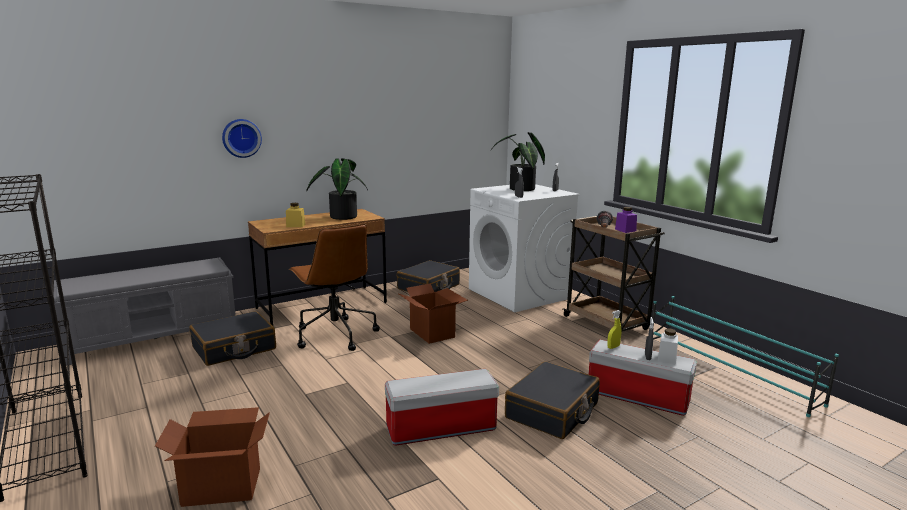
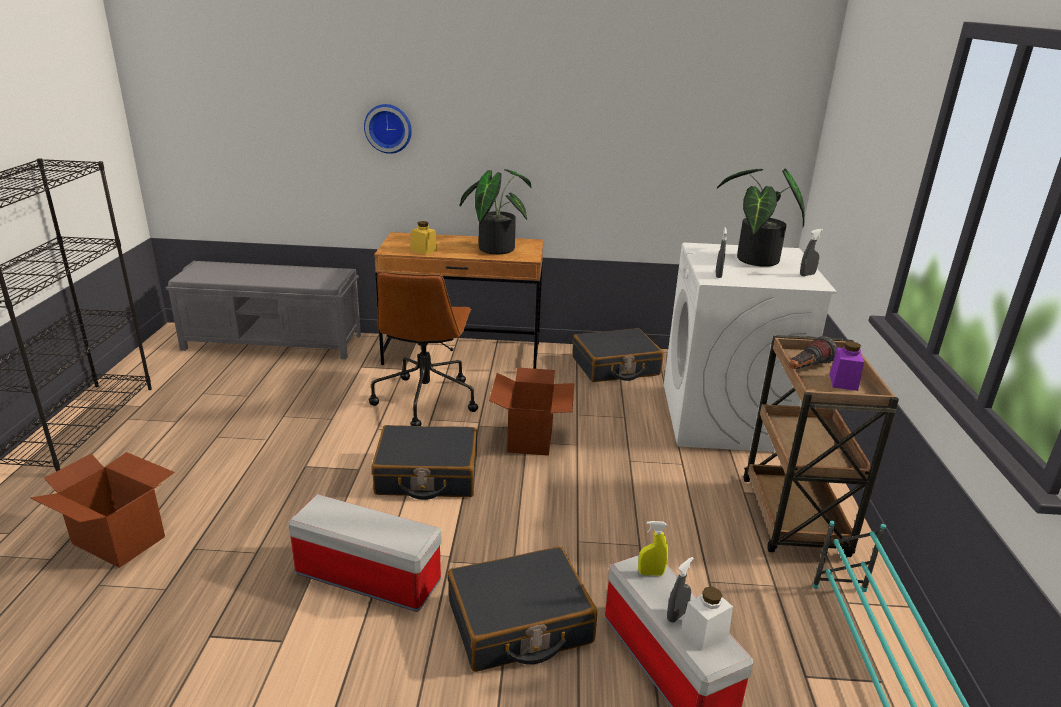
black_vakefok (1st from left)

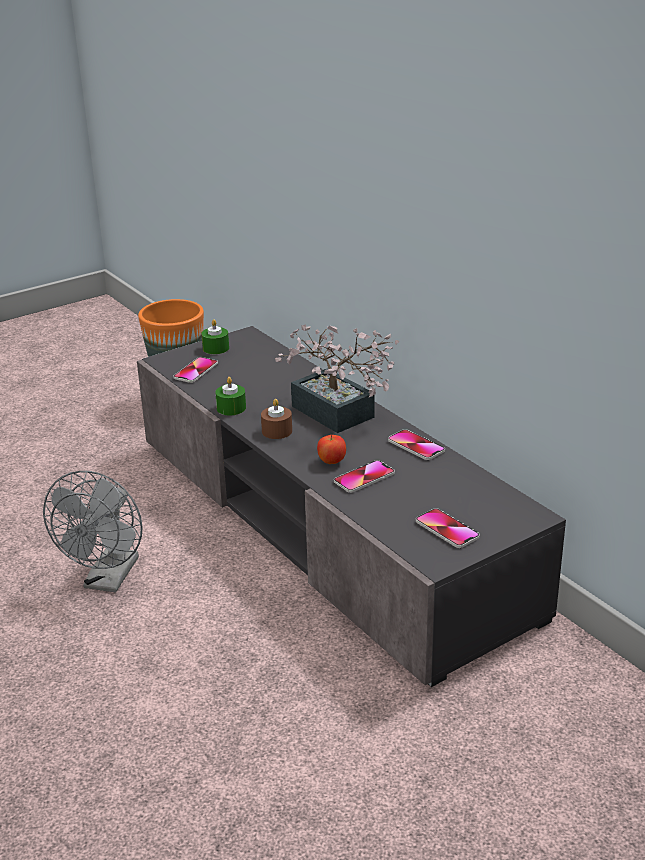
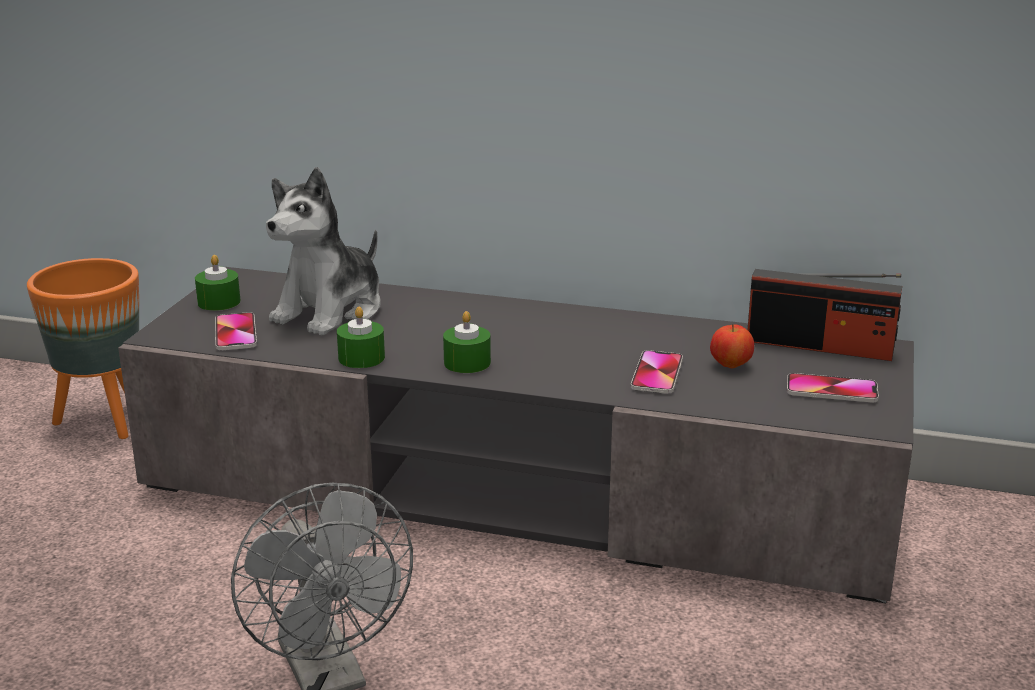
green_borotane (3rd from left); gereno; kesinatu; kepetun (3rd from left in the first image); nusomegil; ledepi

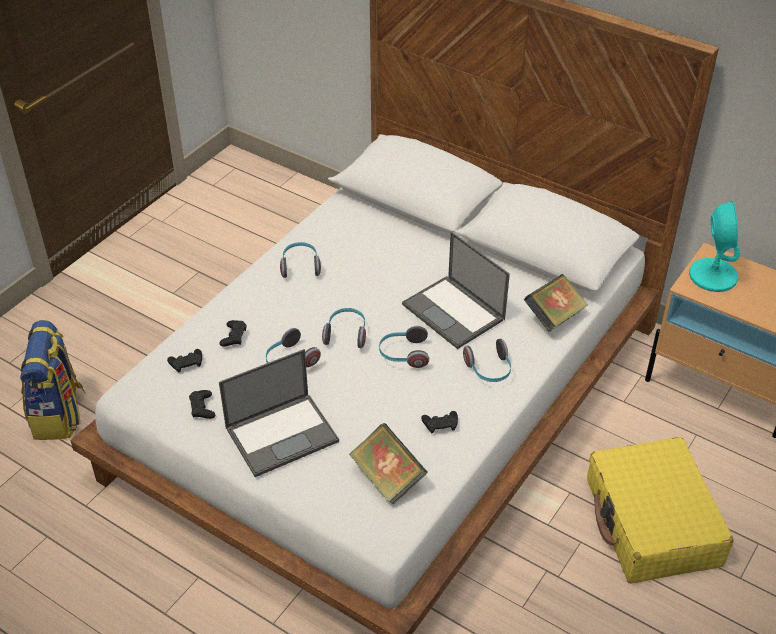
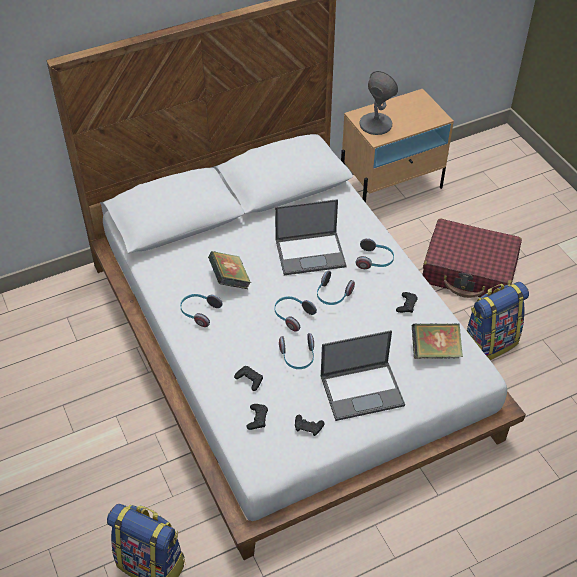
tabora (2nd from left); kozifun (1st from left); red_vakefok; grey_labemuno; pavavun (2nd from left)

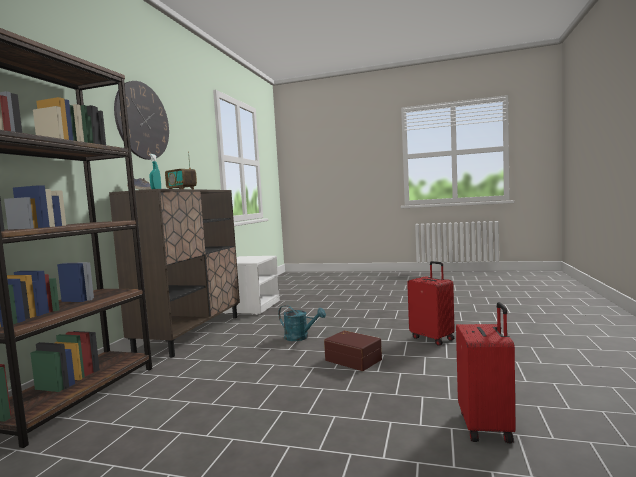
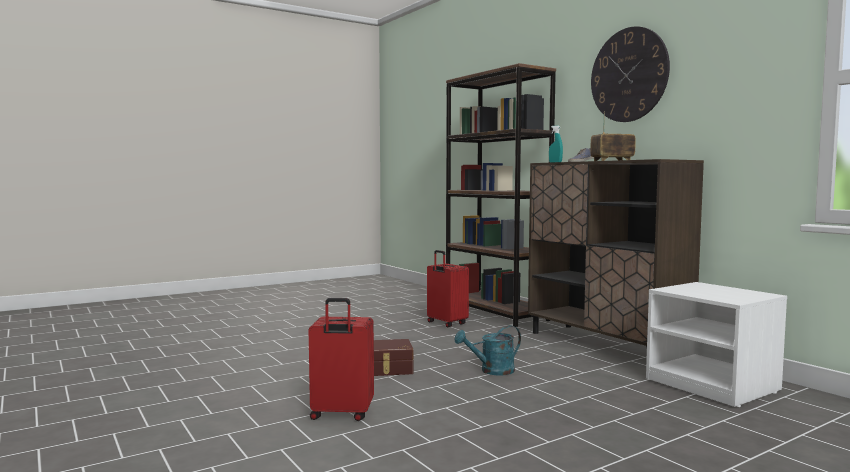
red_vakefok (2nd from left)

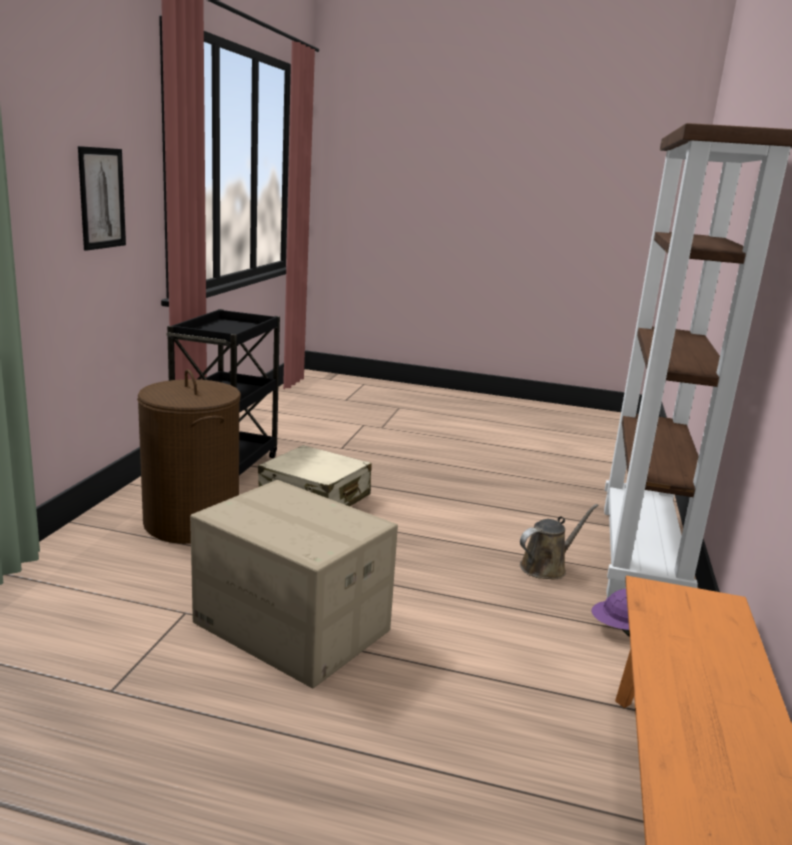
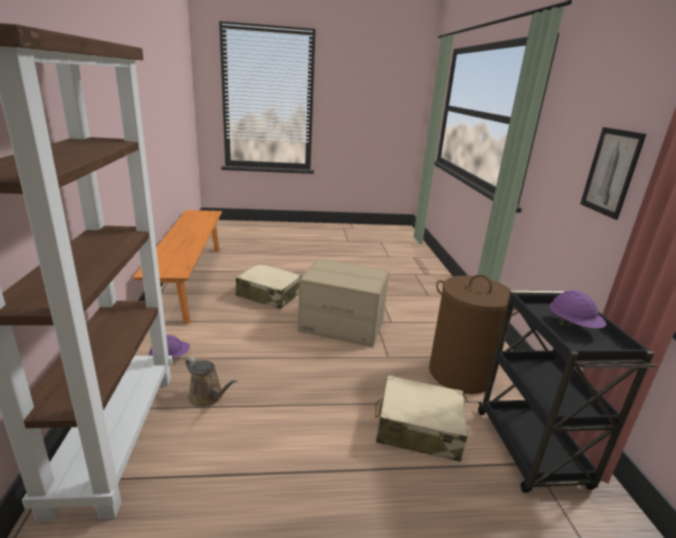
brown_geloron; beige_vakefok (1st from left); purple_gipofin (2nd from left)

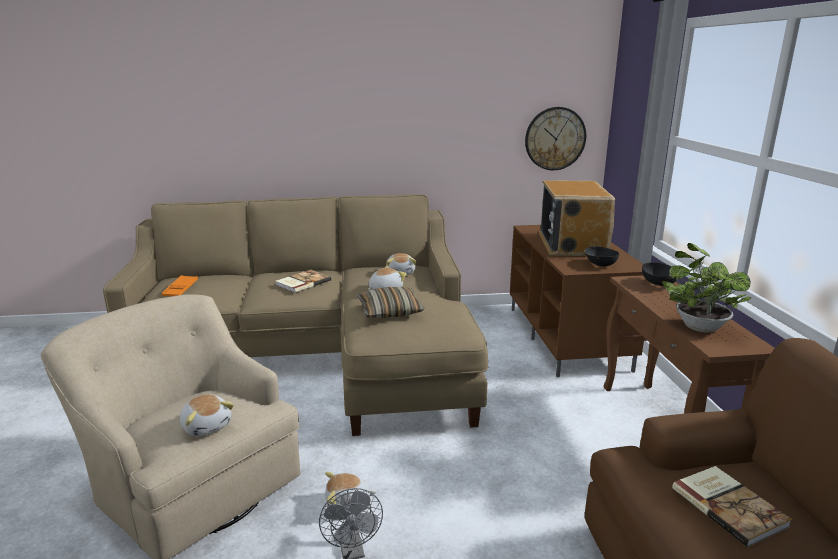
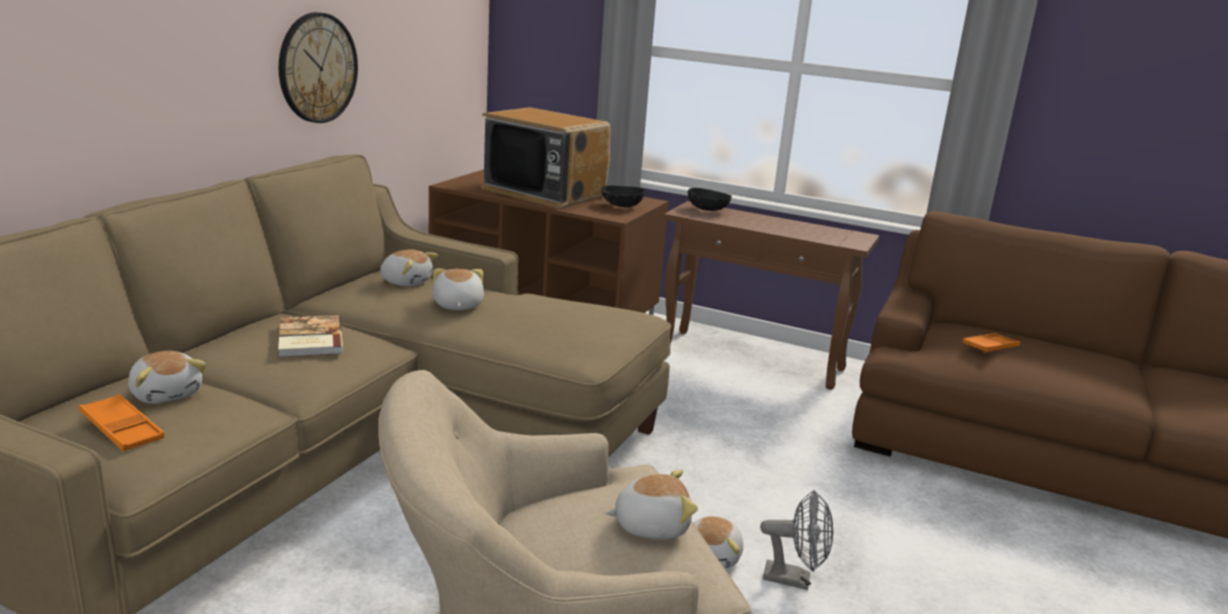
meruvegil; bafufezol; gereno; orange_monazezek (2nd from left); nusomegil (1st from left)

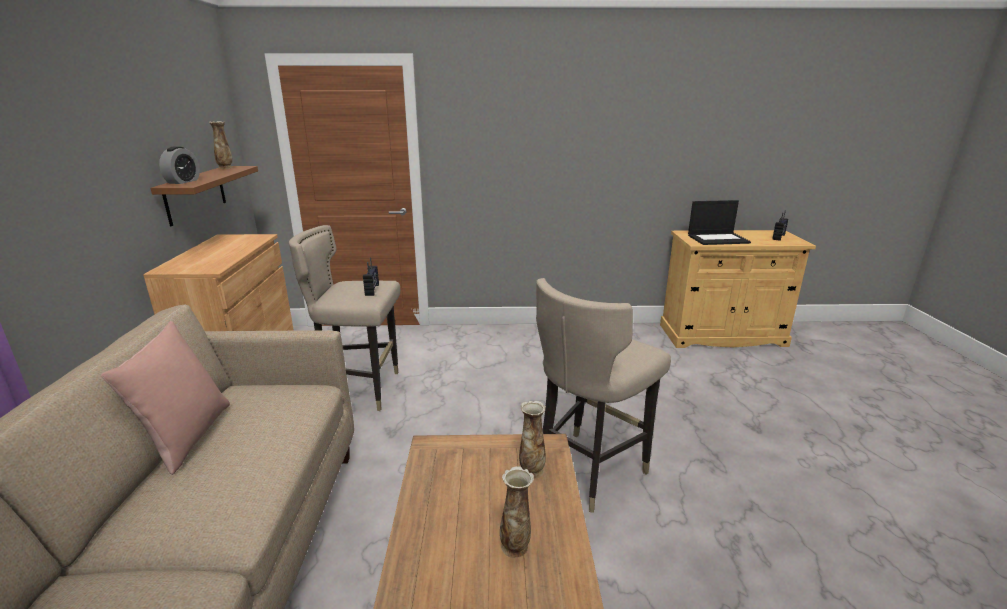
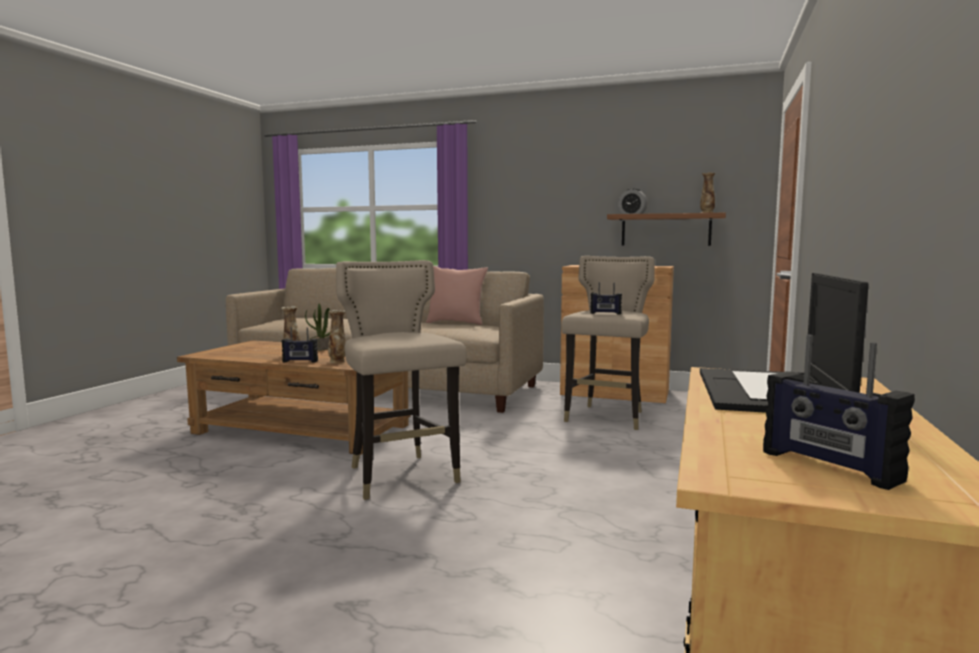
ledepi (1st from left); gereno

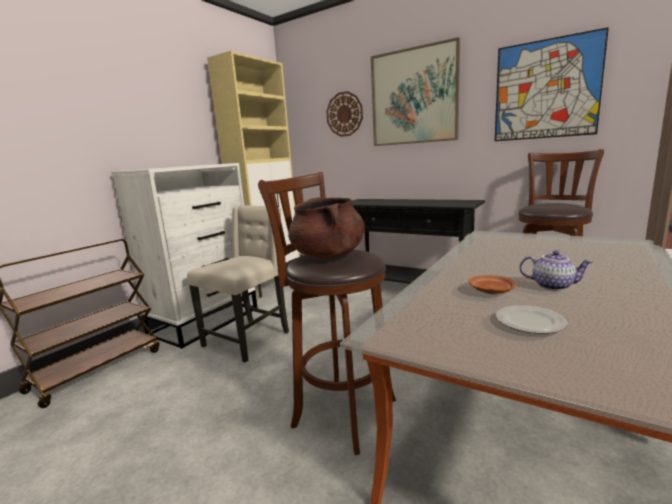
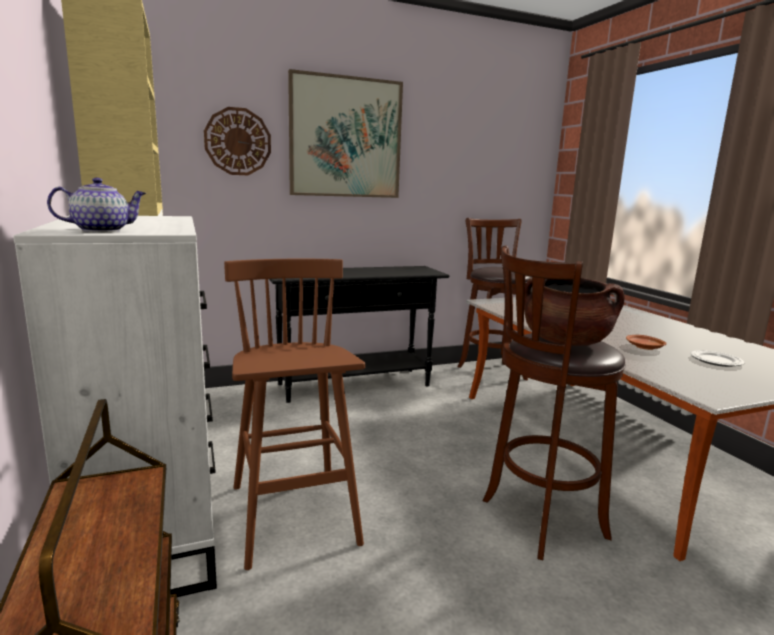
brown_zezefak (1st from left); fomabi (2nd from left in the first image); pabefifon

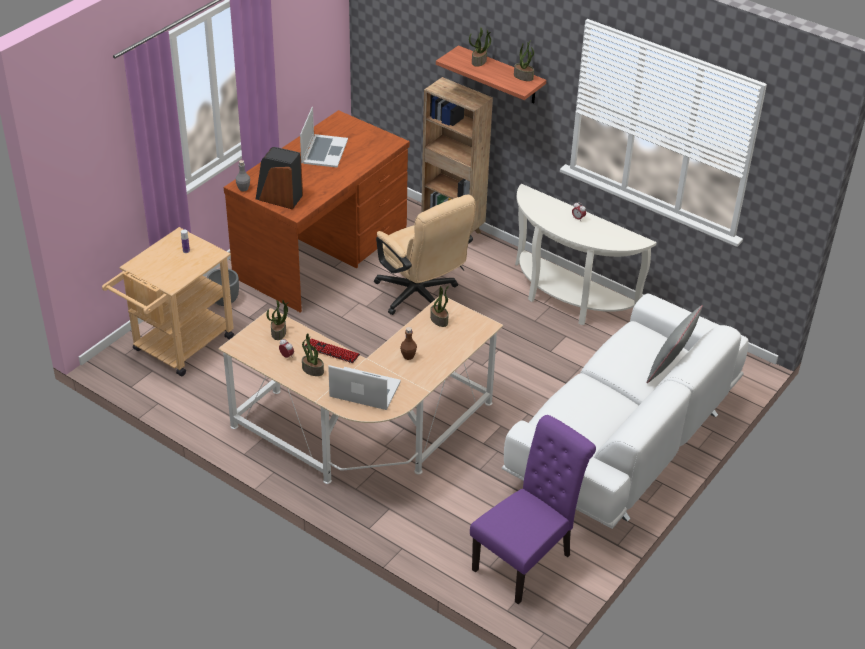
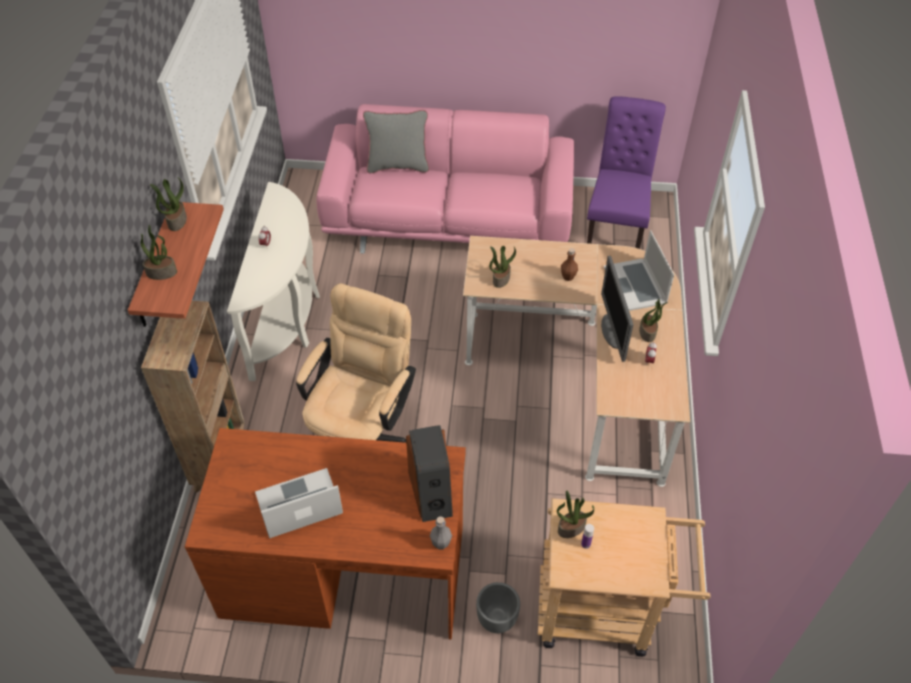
gereno (4th from left); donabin; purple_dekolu; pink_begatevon

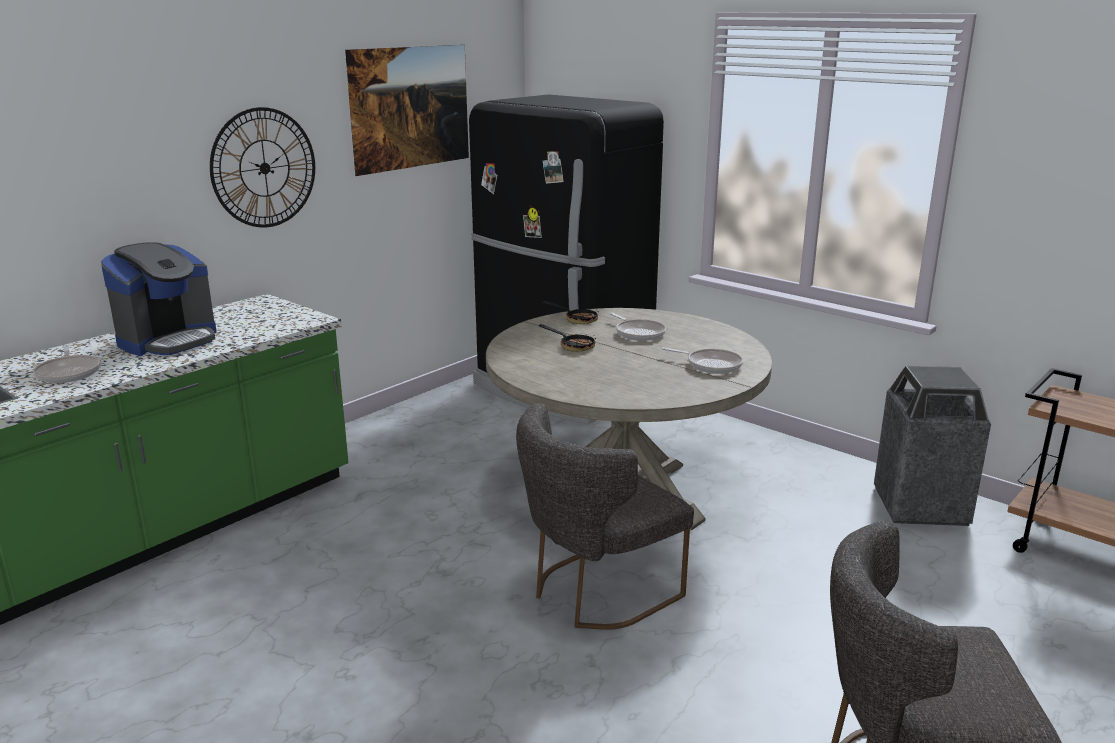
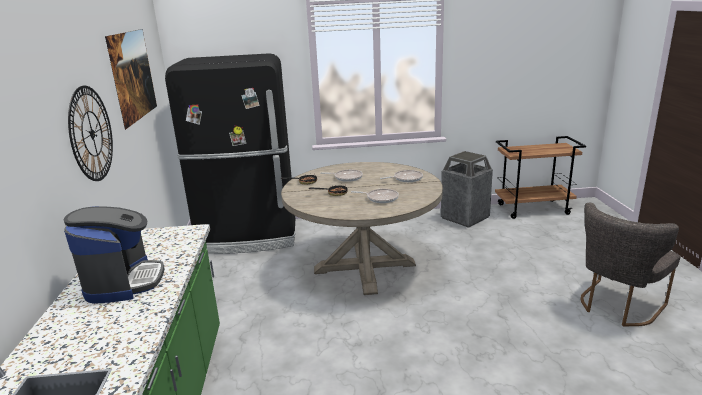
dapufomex (4th from left); grey_dekolu (1st from left in the first image)

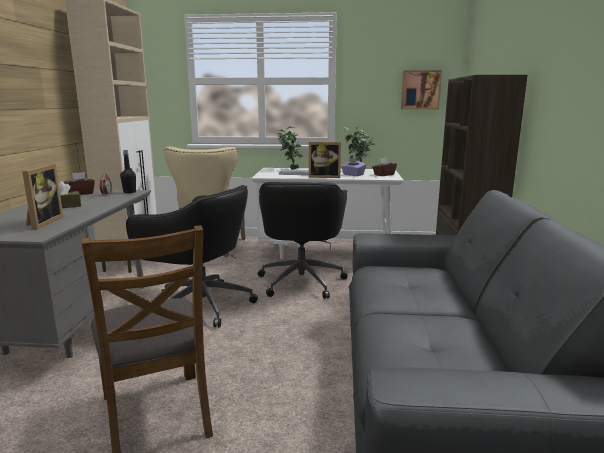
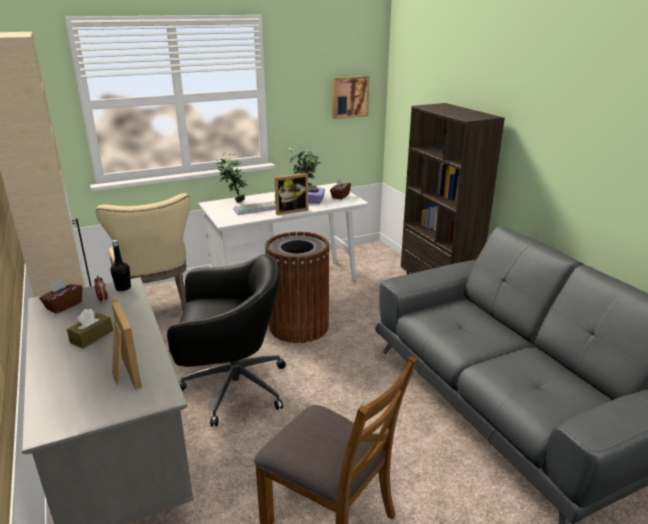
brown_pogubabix

